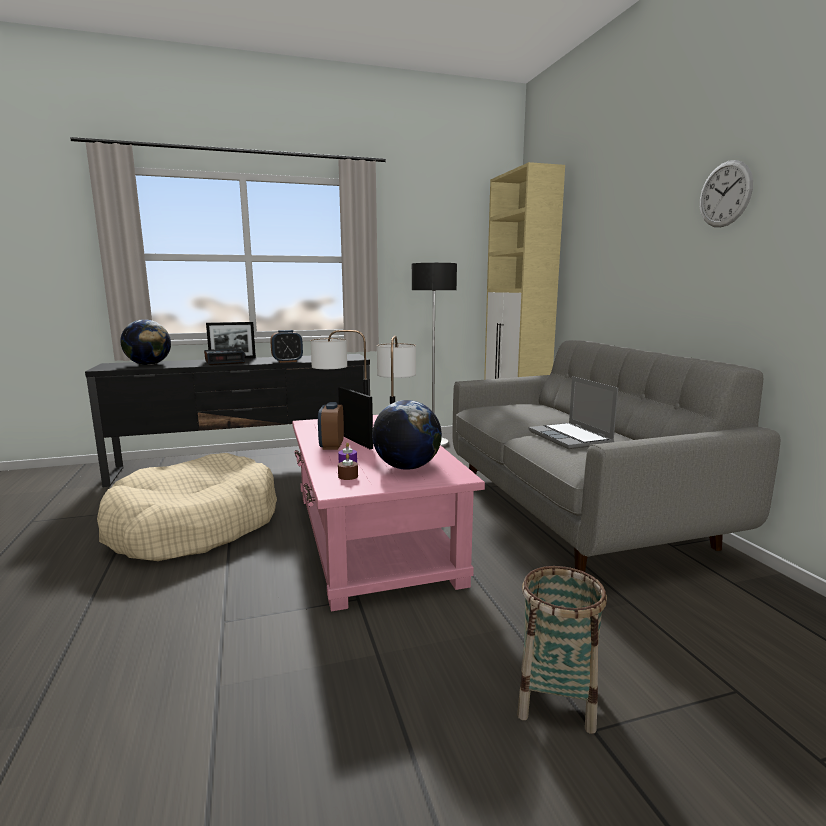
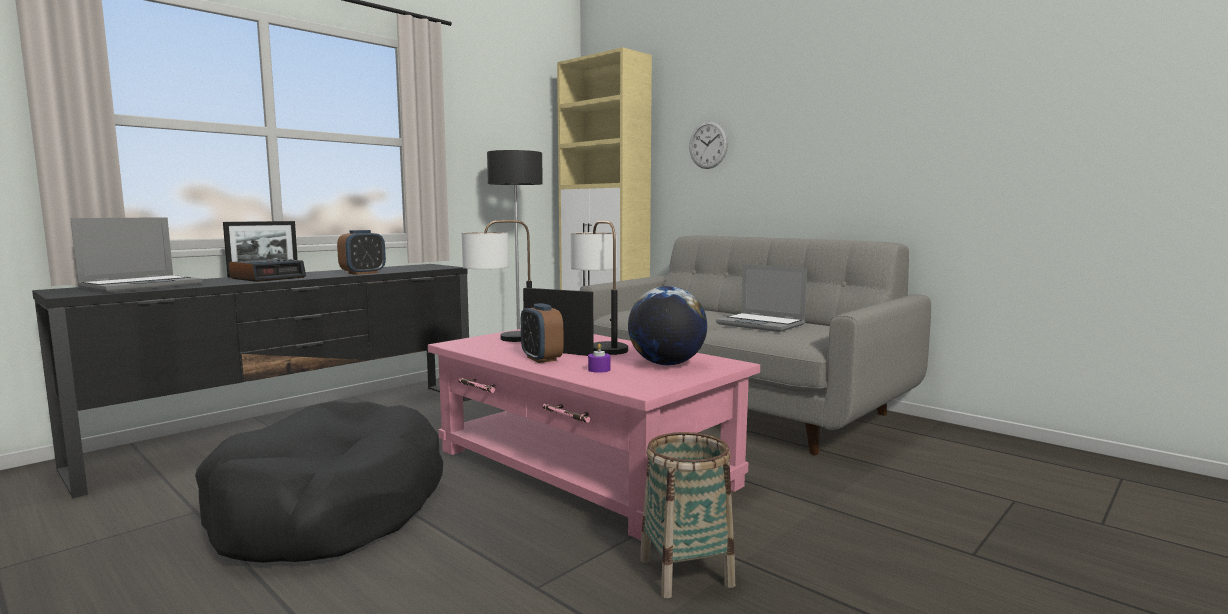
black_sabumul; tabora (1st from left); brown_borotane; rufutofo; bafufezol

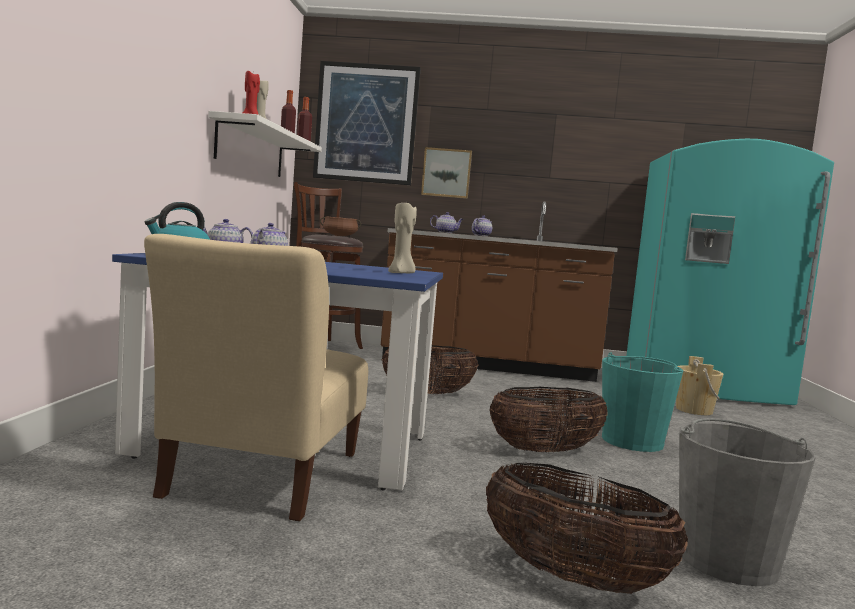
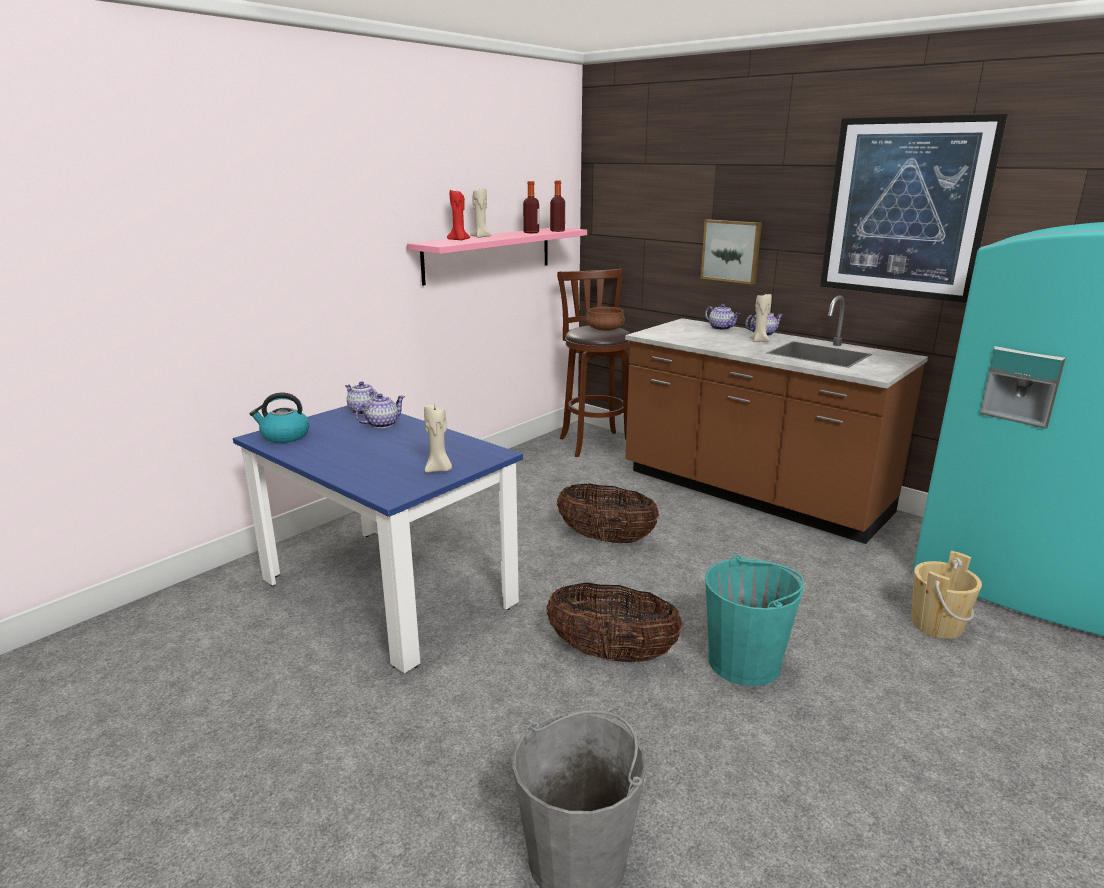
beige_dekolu; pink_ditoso; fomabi (2nd from left); rufutofo (3rd from left in the first image); beige_borotane (3rd from left)

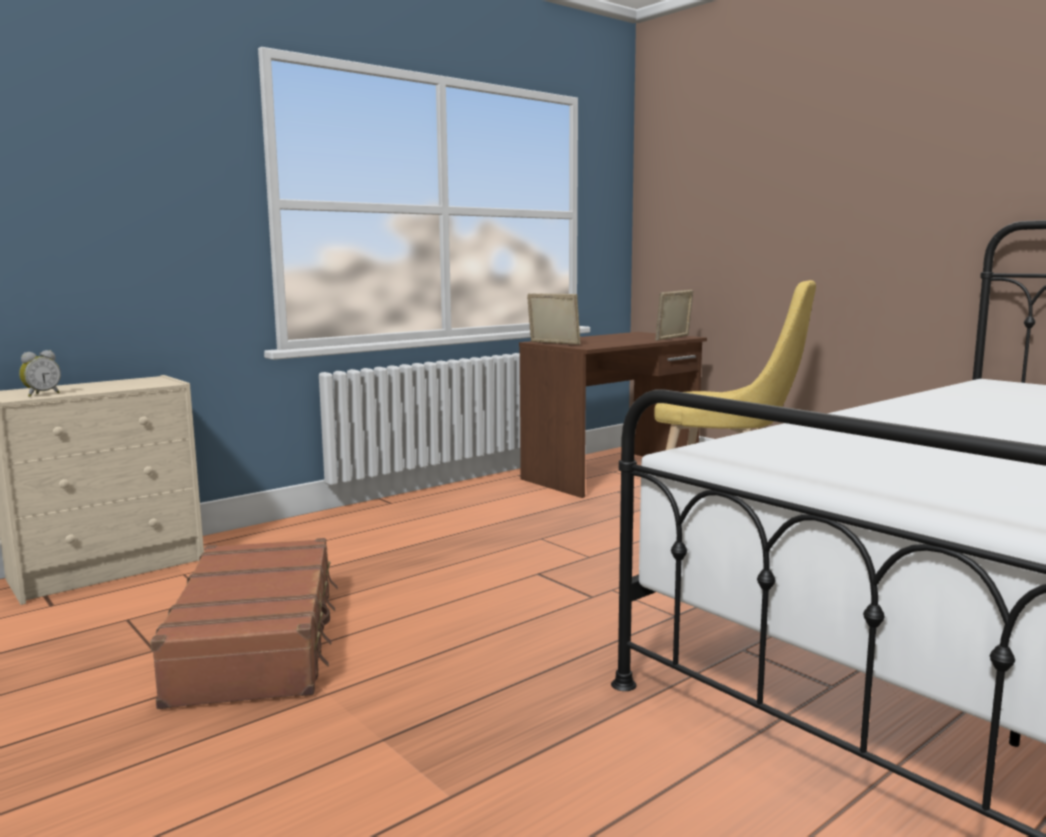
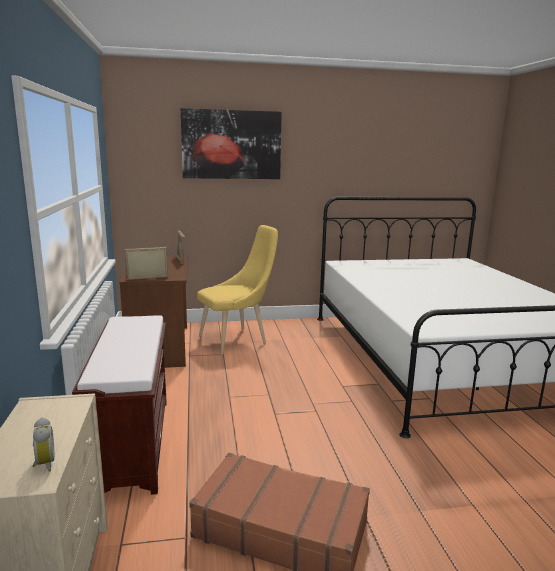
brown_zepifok; fomabi

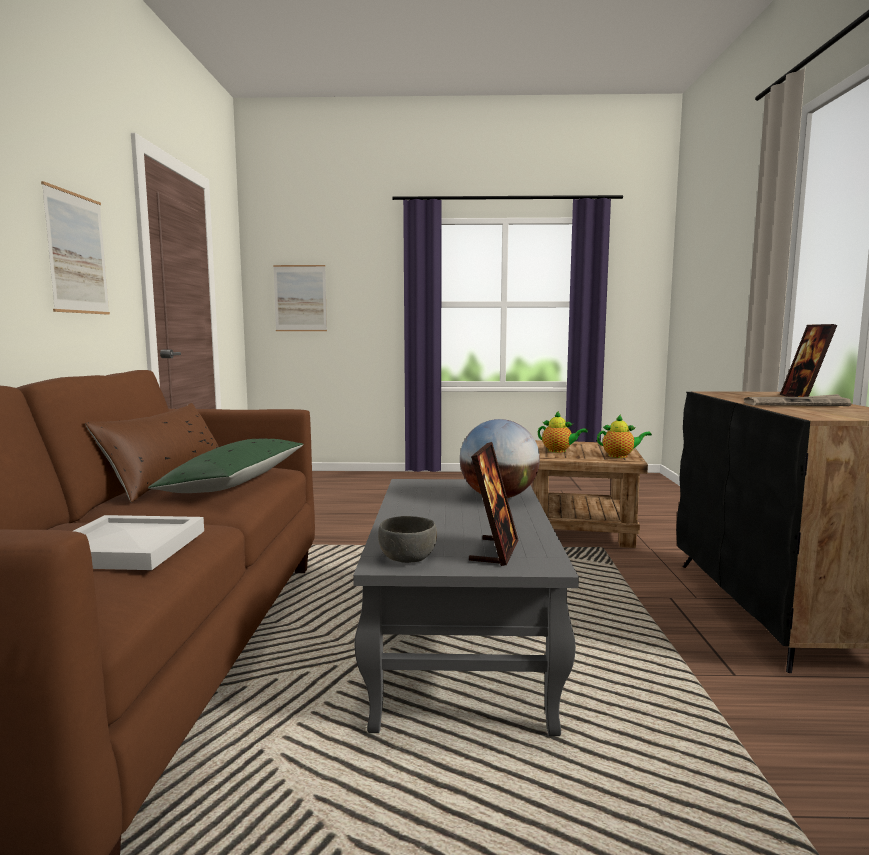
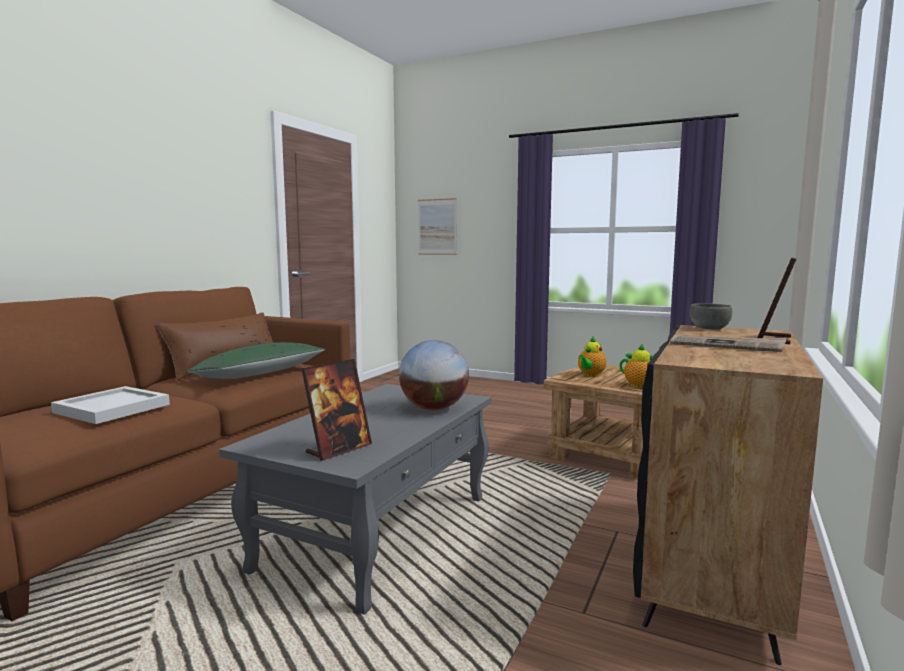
fomabi (1st from left in the first image); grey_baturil; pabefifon (1st from left)

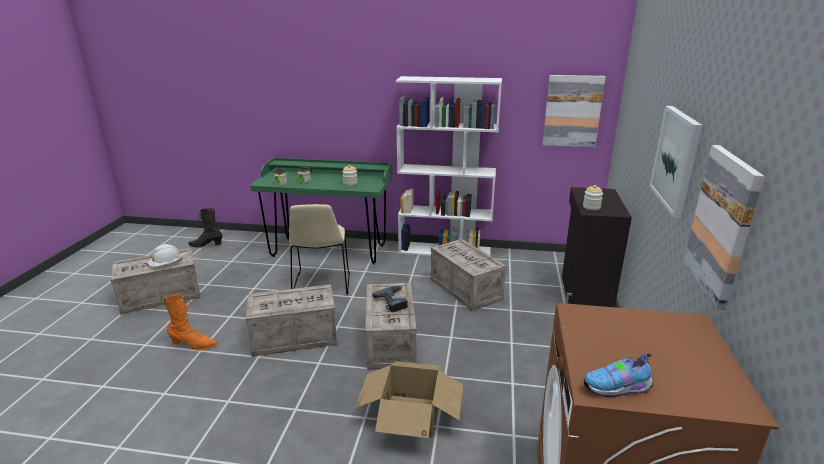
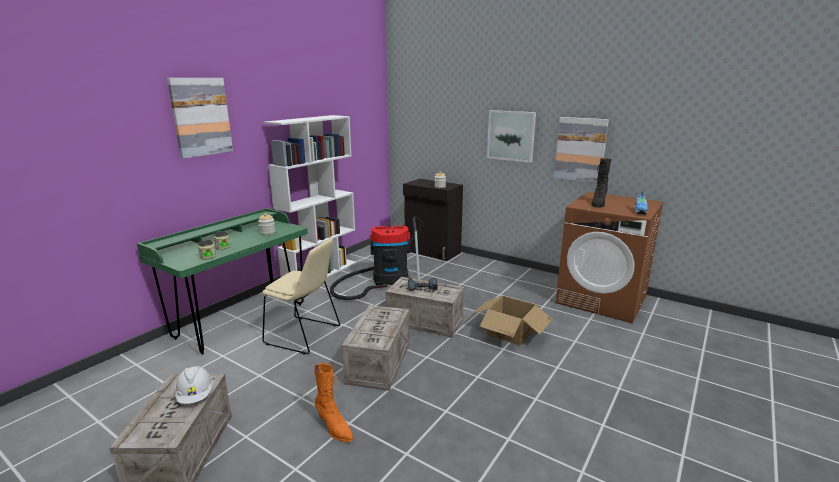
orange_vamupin; black_vamupin; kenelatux; fomabi (1st from left)

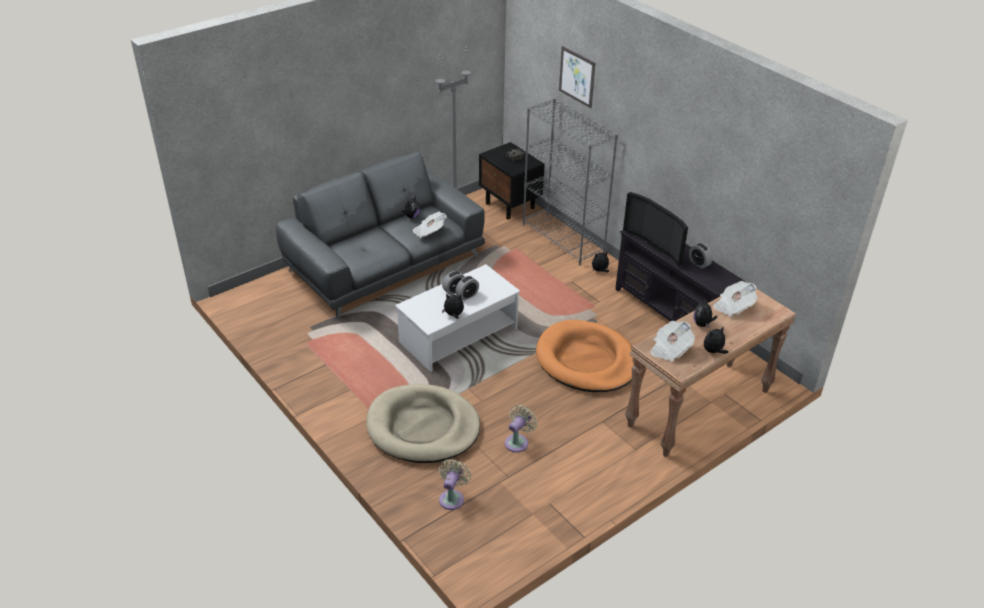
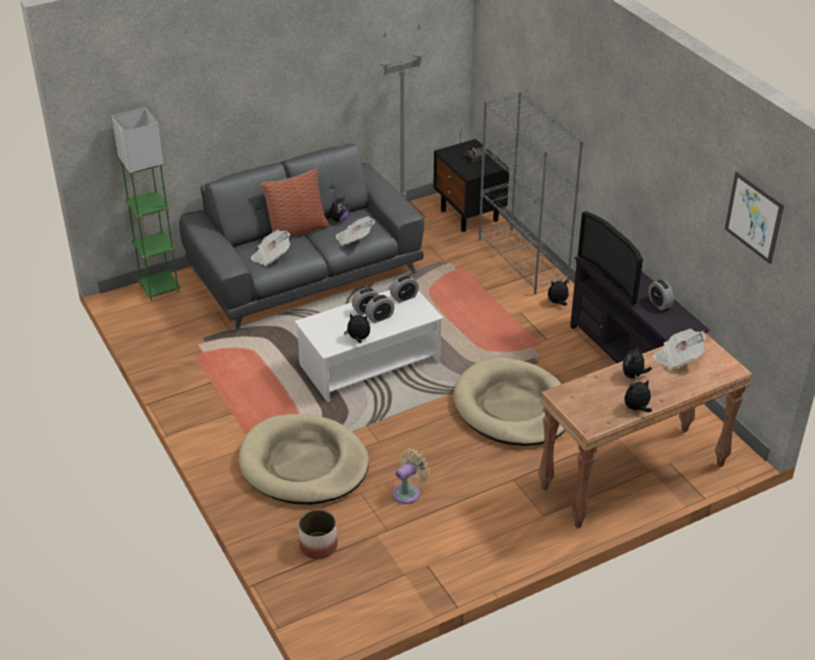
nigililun; beige_sabumul (2nd from left); fomabi; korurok (1st from left); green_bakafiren; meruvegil; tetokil (3rd from left)

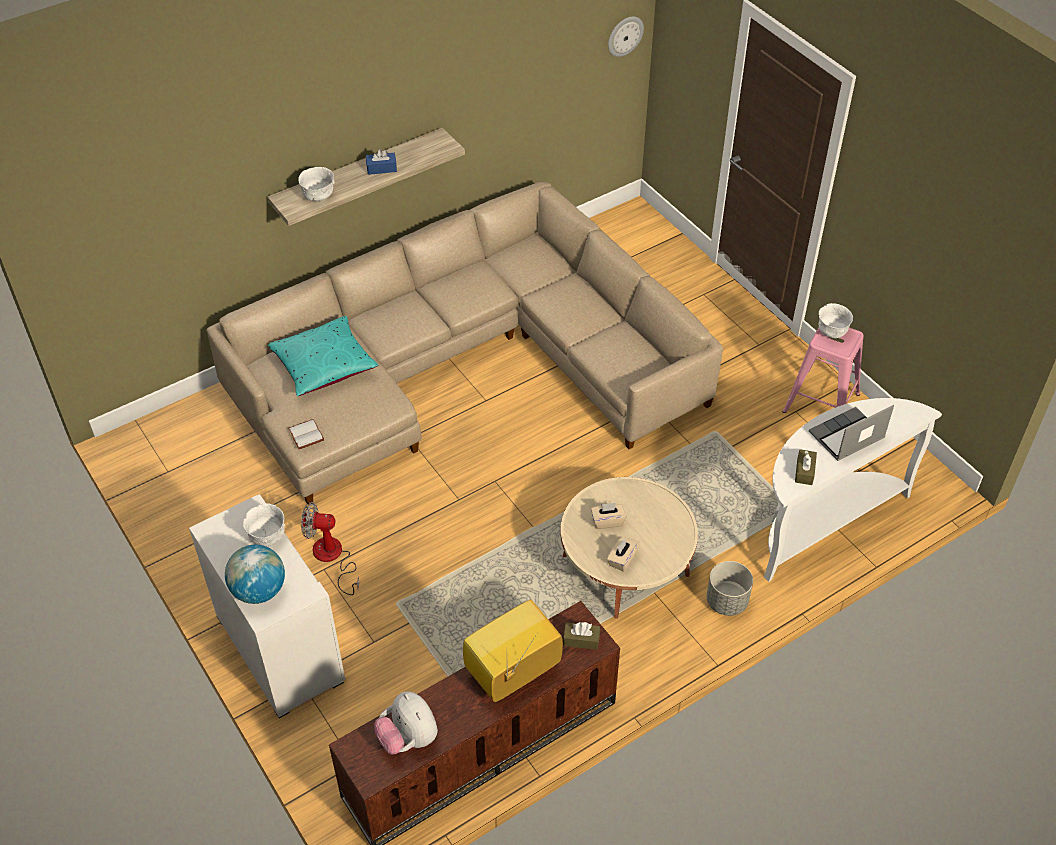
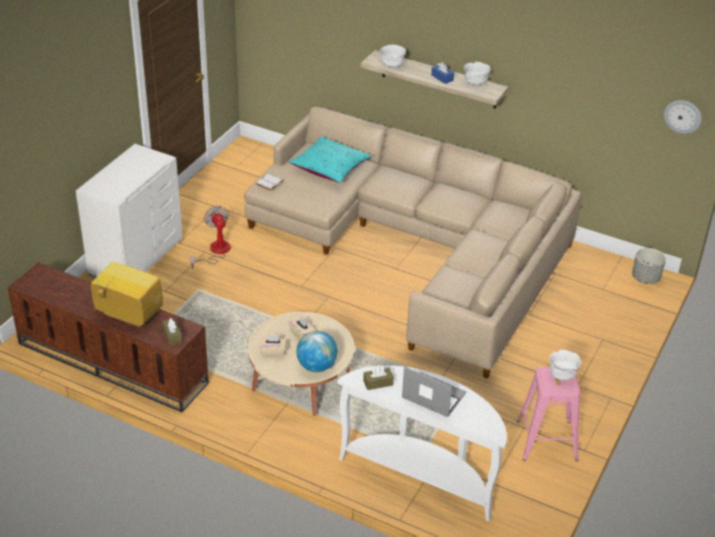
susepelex; white_baturil (2nd from left); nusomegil; grey_nigililun

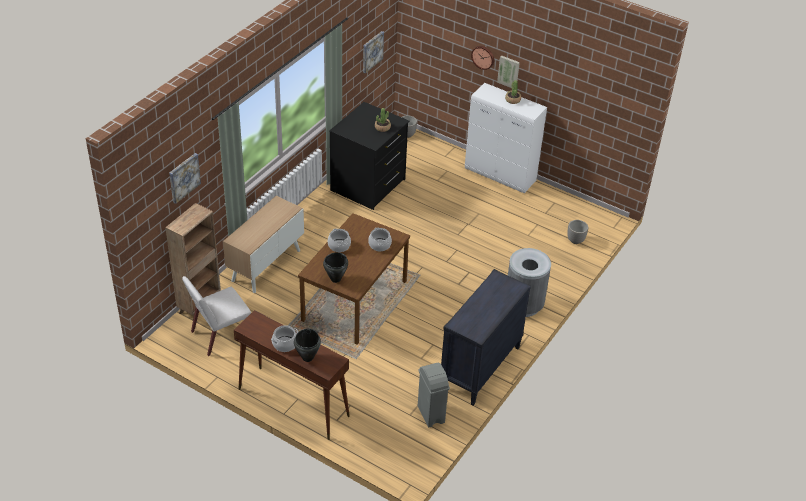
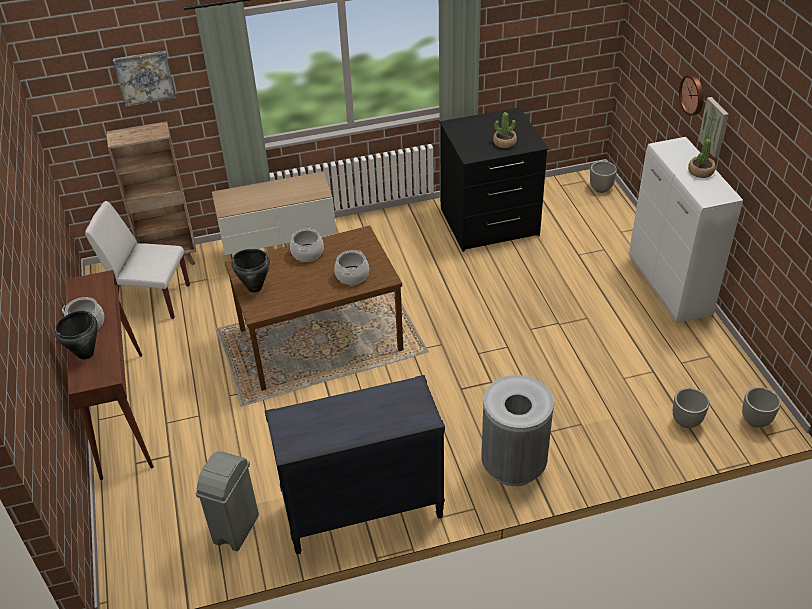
fomabi (2nd from left in the first image); nigililun (3rd from left)

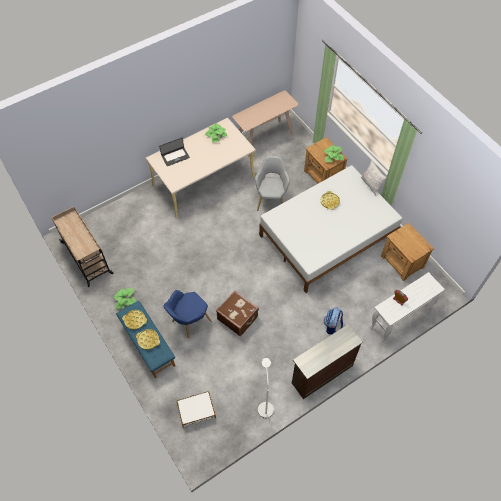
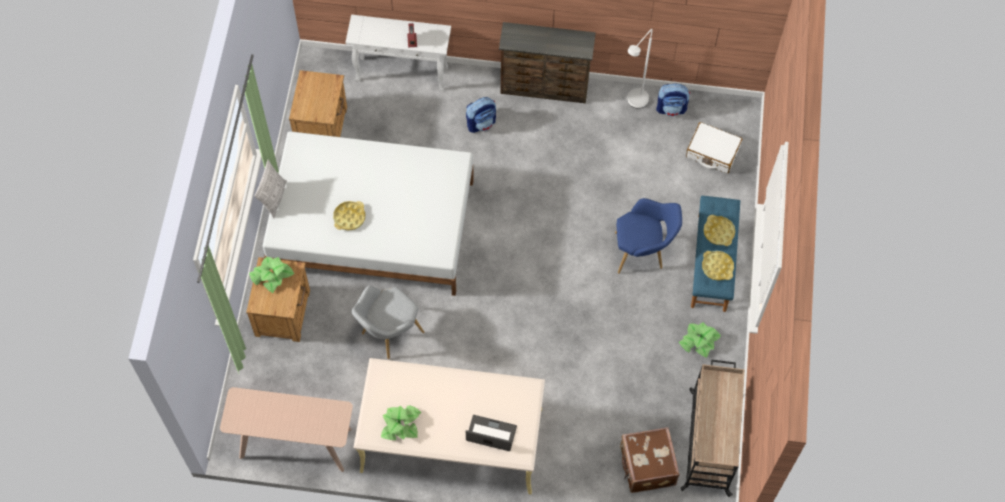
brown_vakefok; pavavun (2nd from left)

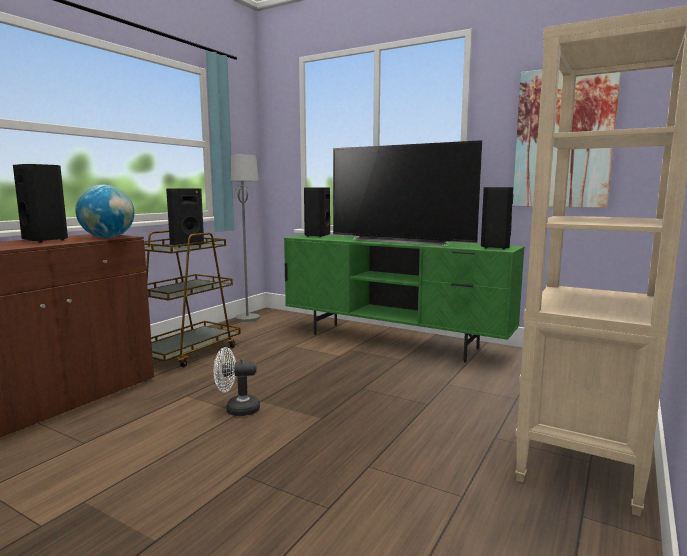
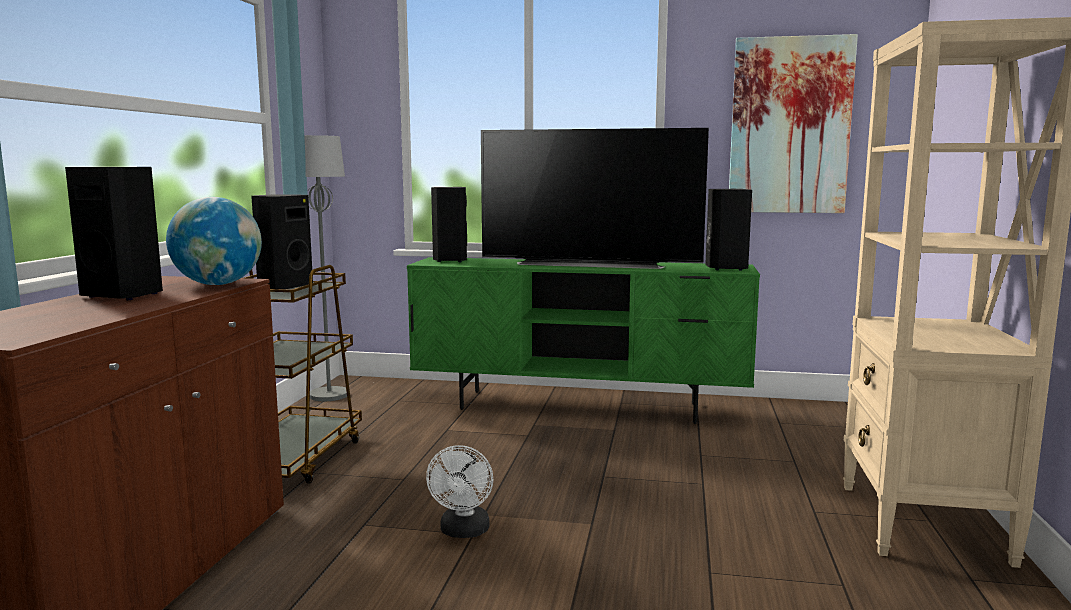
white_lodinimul

